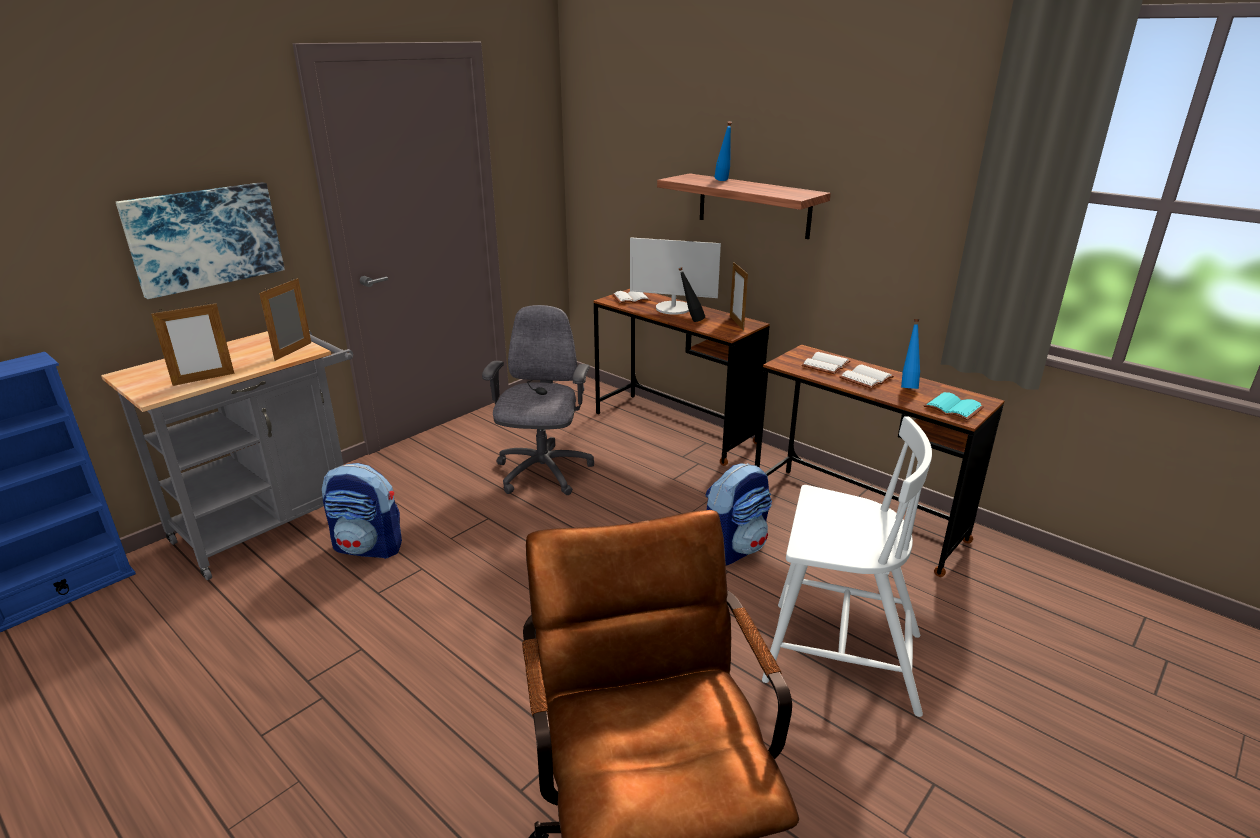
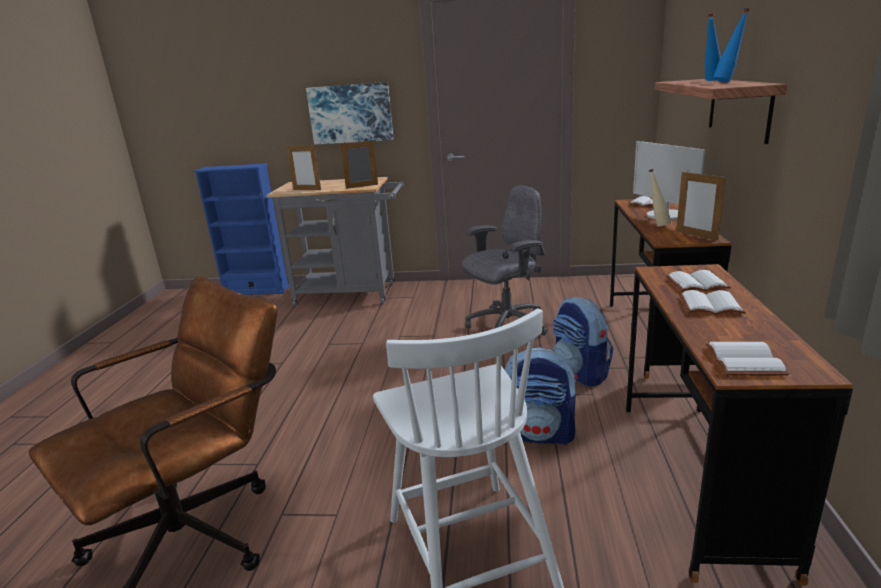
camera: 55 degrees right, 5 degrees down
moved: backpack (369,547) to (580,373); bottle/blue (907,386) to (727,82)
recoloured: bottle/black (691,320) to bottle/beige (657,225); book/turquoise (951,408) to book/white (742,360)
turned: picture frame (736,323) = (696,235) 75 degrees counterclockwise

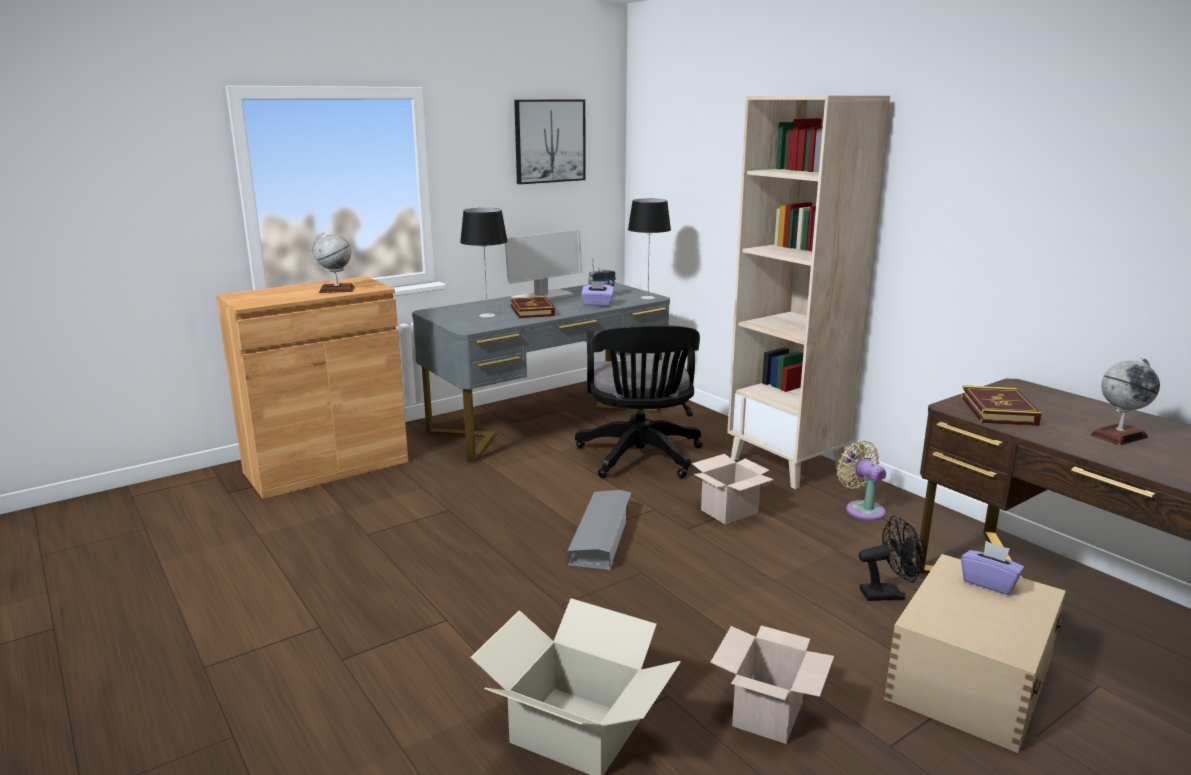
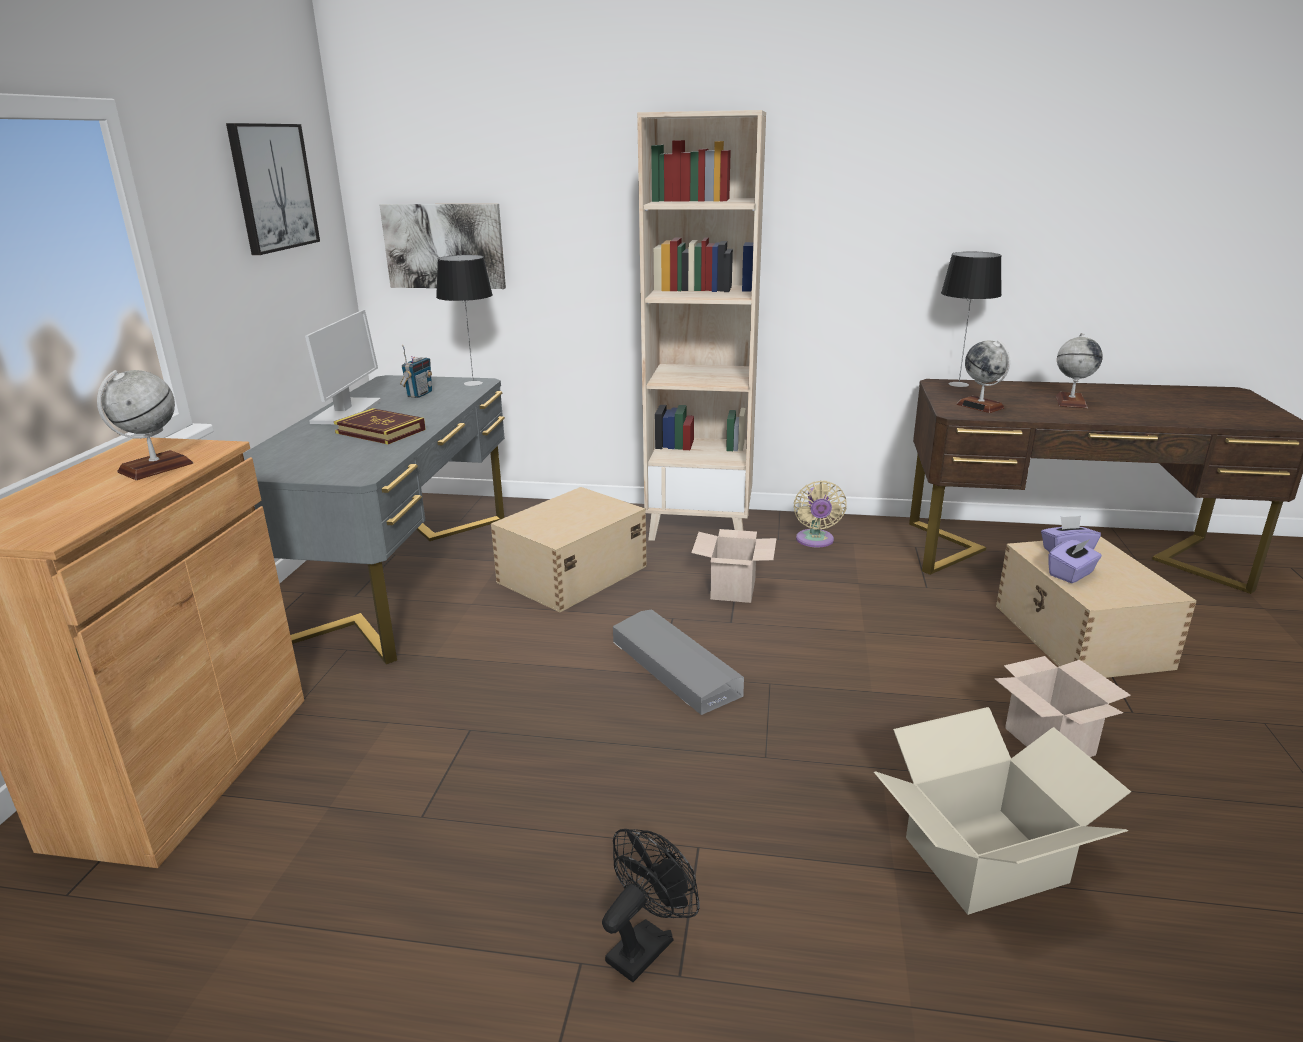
camera: 45 degrees left, 5 degrees up
added: picture (444,246)
moved: table lamp (487,315) to (958,384); tissue box/purple (597,304) to (1071,574); fan/black (888,594) to (646,944)
replaced: office chair/black (640,458) to storage box/beige (571,574); book (998,410) to globe (980,406)
turned: fan/beige (862,509) = (815,541) 105 degrees counterclockwise

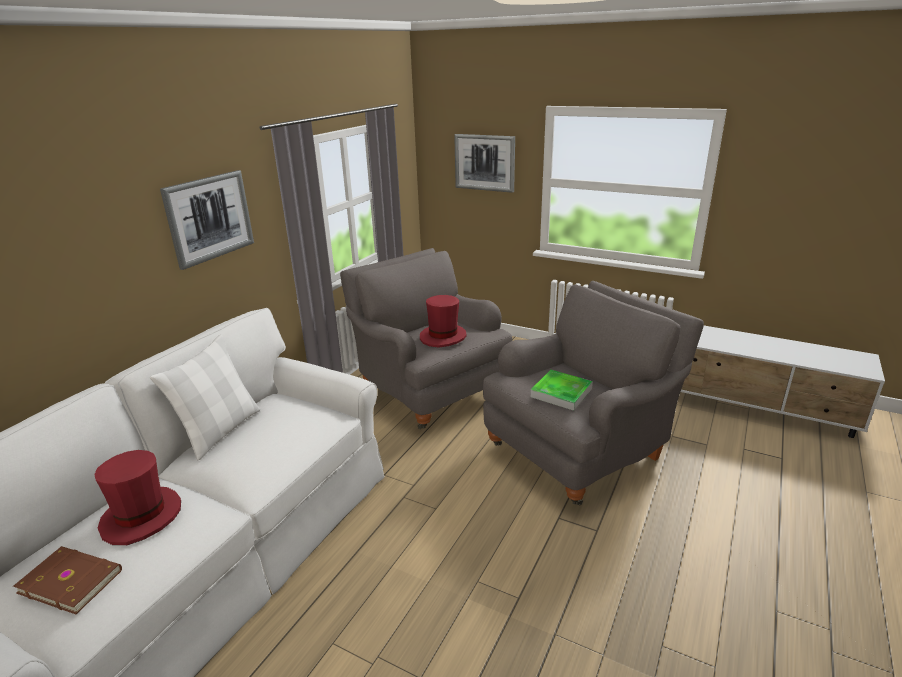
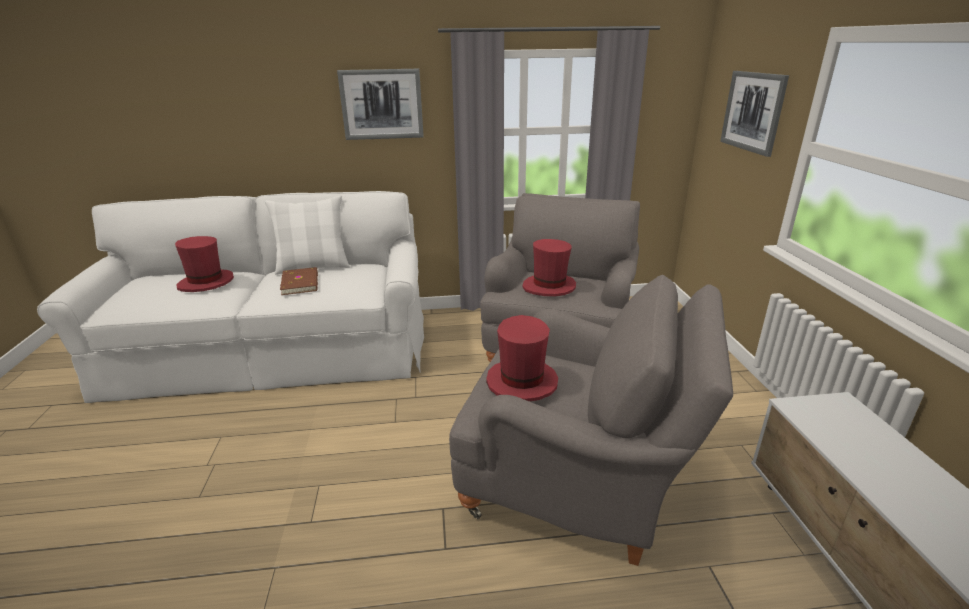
camera: 55 degrees right, 0 degrees up
moved: book/brown (71,580) to (301,283)
replaced: tray (561,393) to hat/red (521,382)

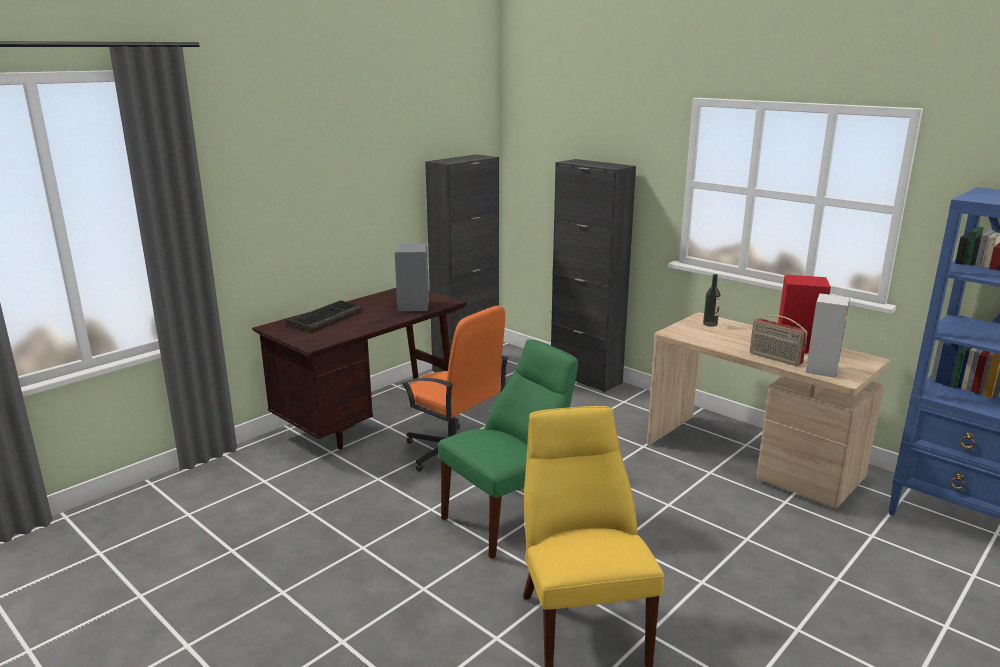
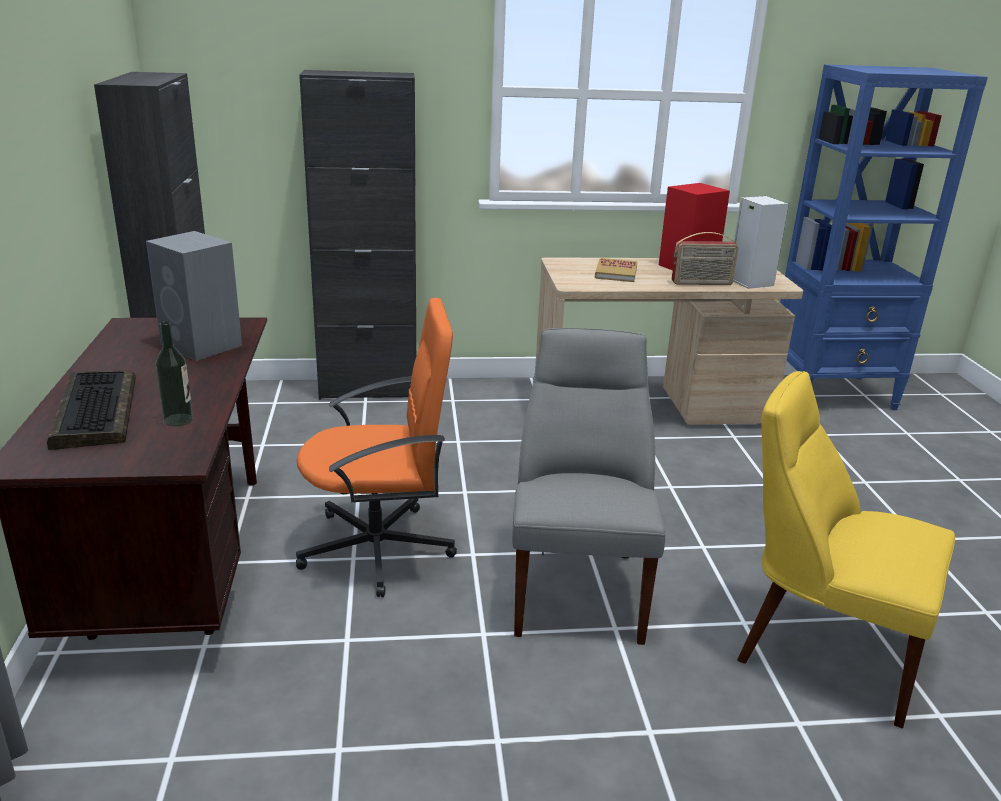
camera: 50 degrees left, 5 degrees up
added: book (616,272)
moved: bottle (710,324) to (178,420)
recoloured: chair/green (510,517) to chair/grey (577,587)

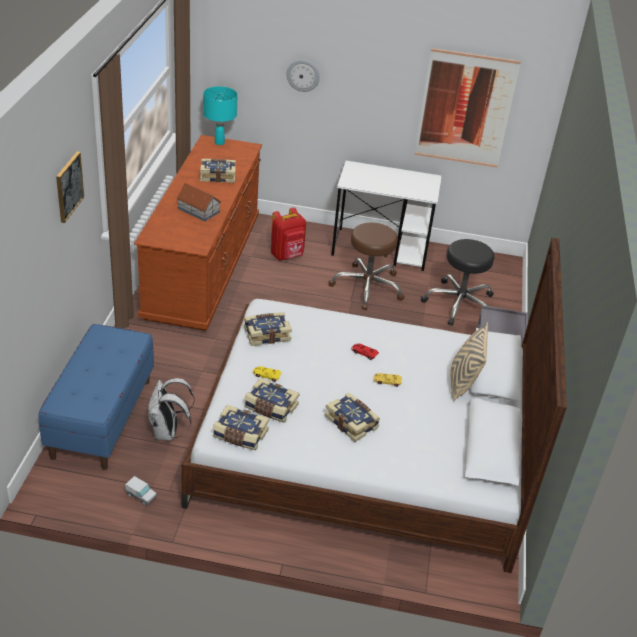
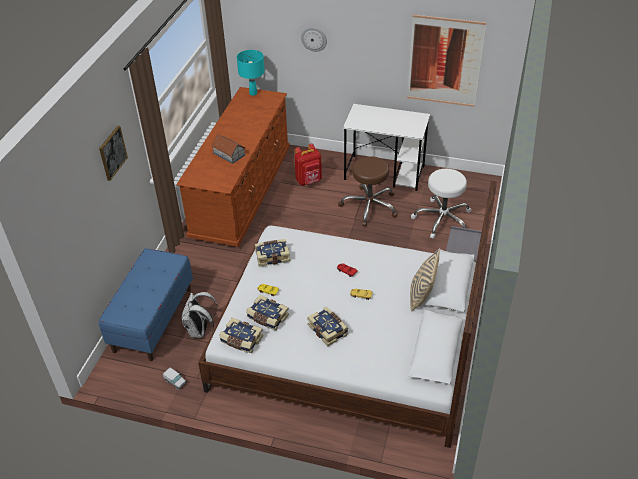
camera: 10 degrees right, 5 degrees up
removed: book (218,176)
recoloured: stool/black (459,304) to stool/white (442,220)

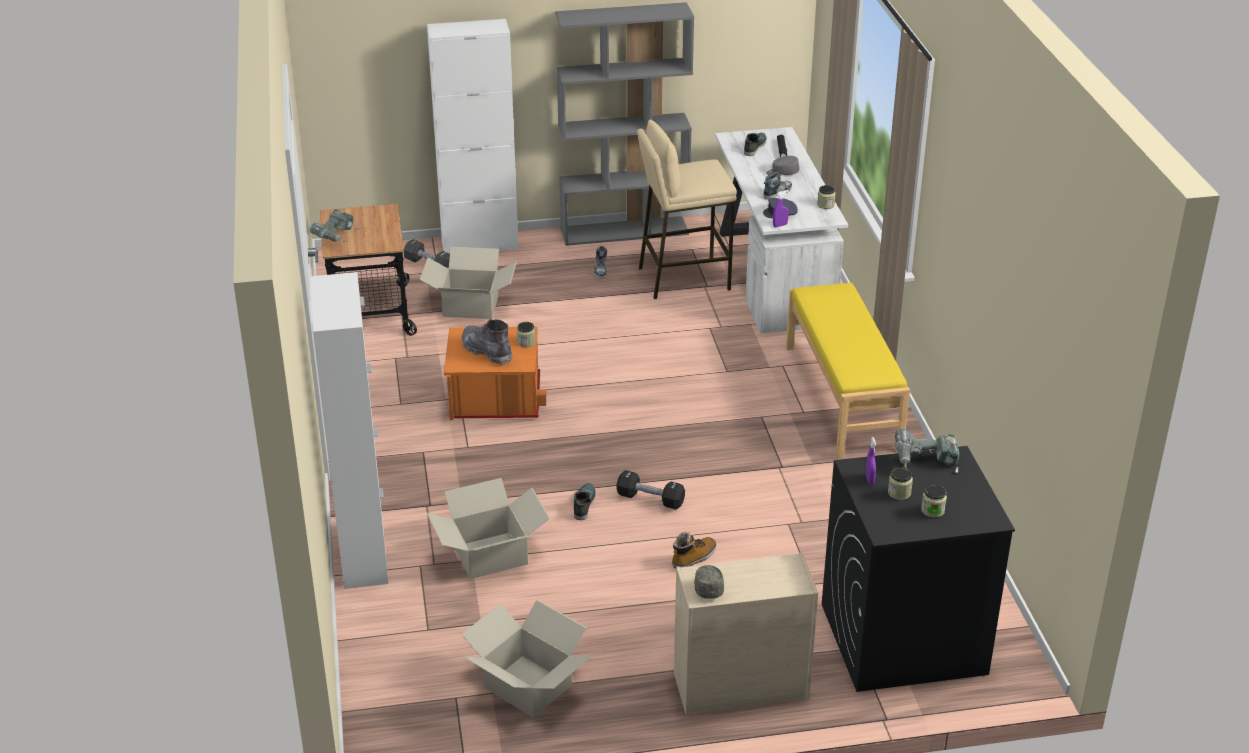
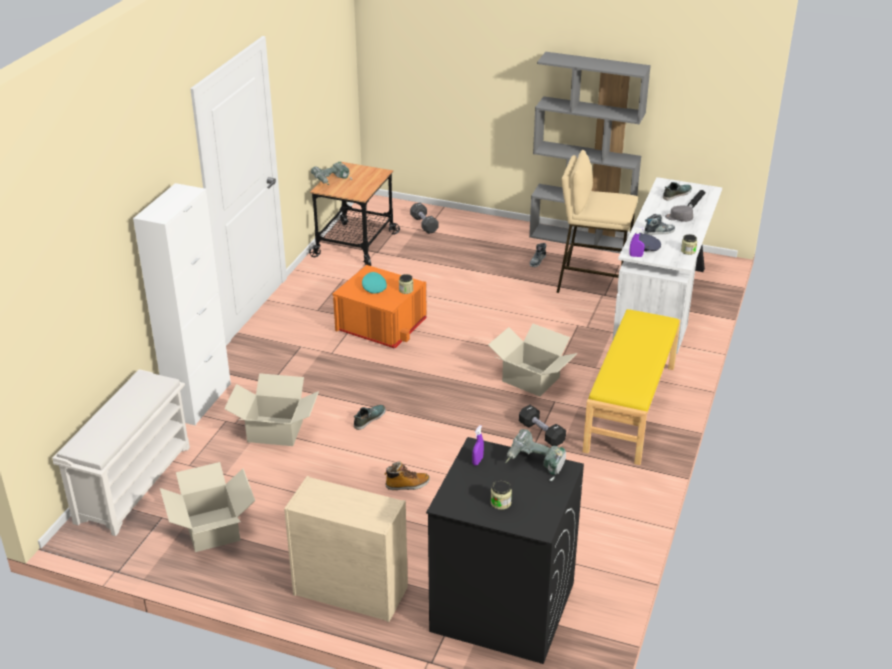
camera: 30 degrees right, 0 degrees up
removed: cabinet/white (480,245); cap/grey (708,587); jar (899,493)
added: shoe rack/white (133,483)
moved: cardboard box (470,306) to (531,379); dumbbell/black (650,499) to (541,433)
replaced: boot/grey (487,351) to cap/turquoise (374,288)

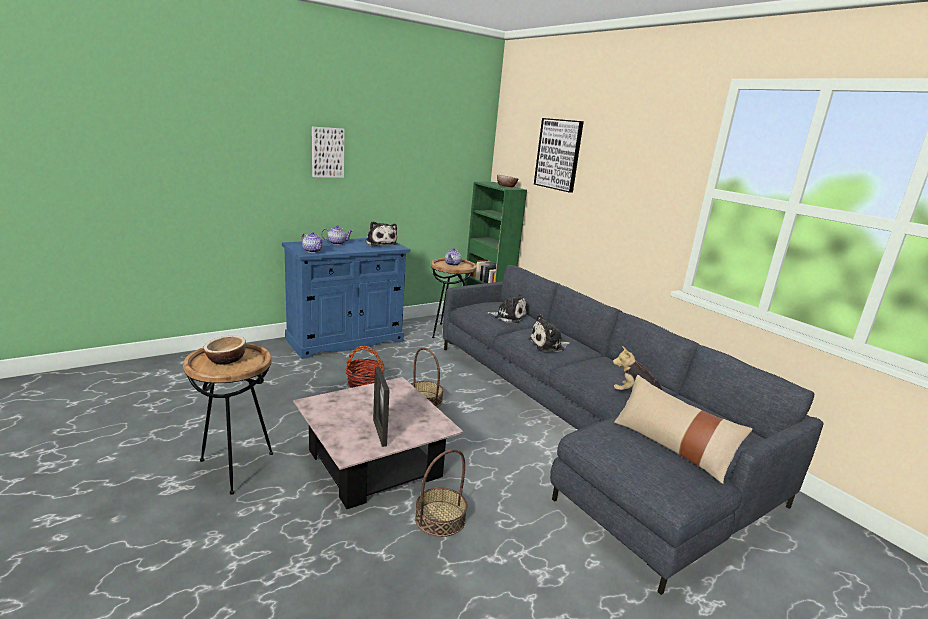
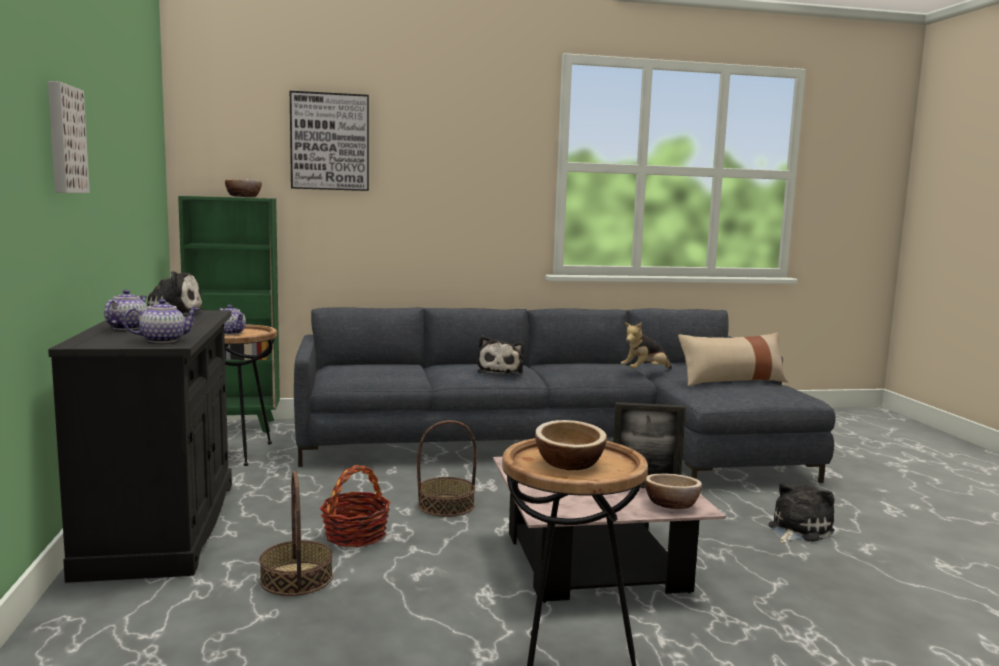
camera: 65 degrees left, 10 degrees down
added: bowl (671,504)
moved: basket (440,518) to (297,578); plush toy (508,317) to (797,530)
recoloured: cabinet/blue (345,340) to cabinet/black (161,527)

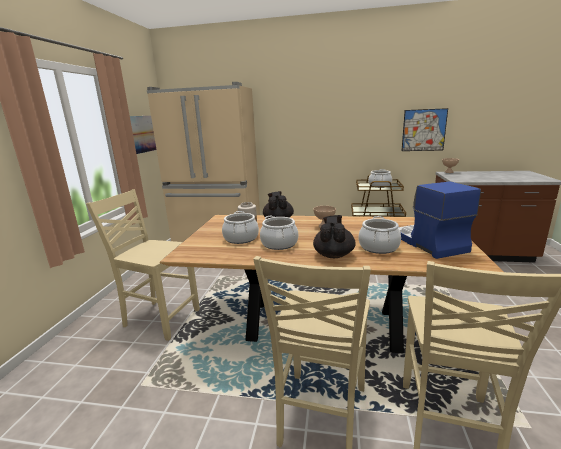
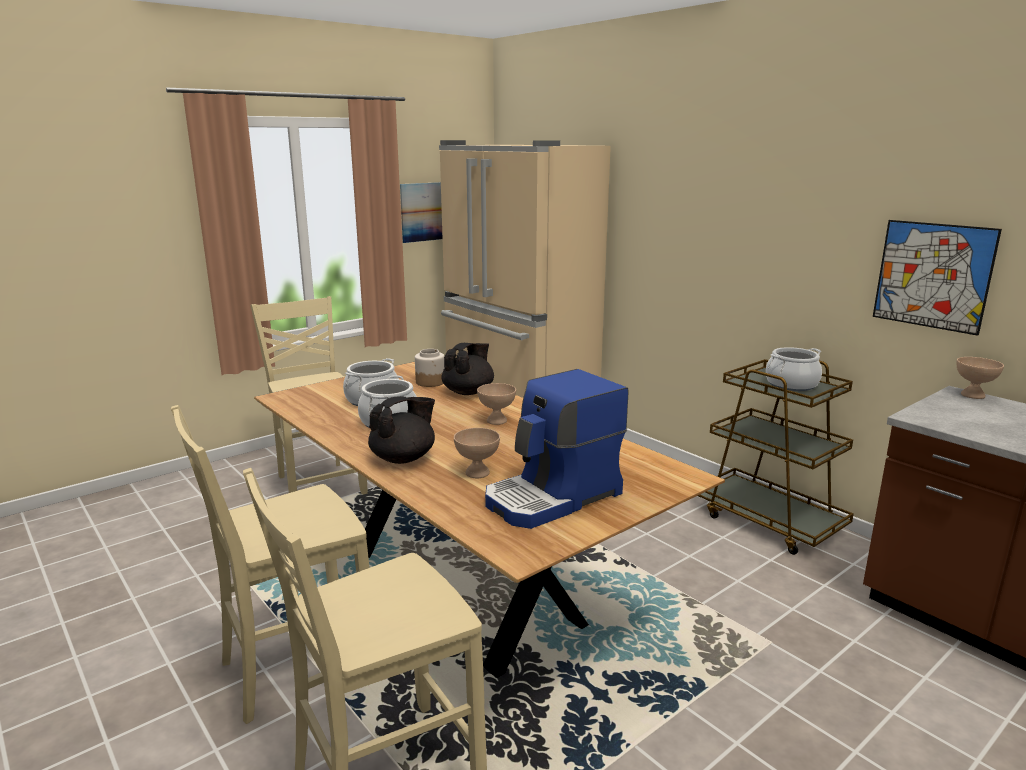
camera: 40 degrees right, 0 degrees up
replaced: cooking pot (379,247) to bowl/beige (477,473)
turned: coffee machine (428,243) = (554,498) 150 degrees counterclockwise

